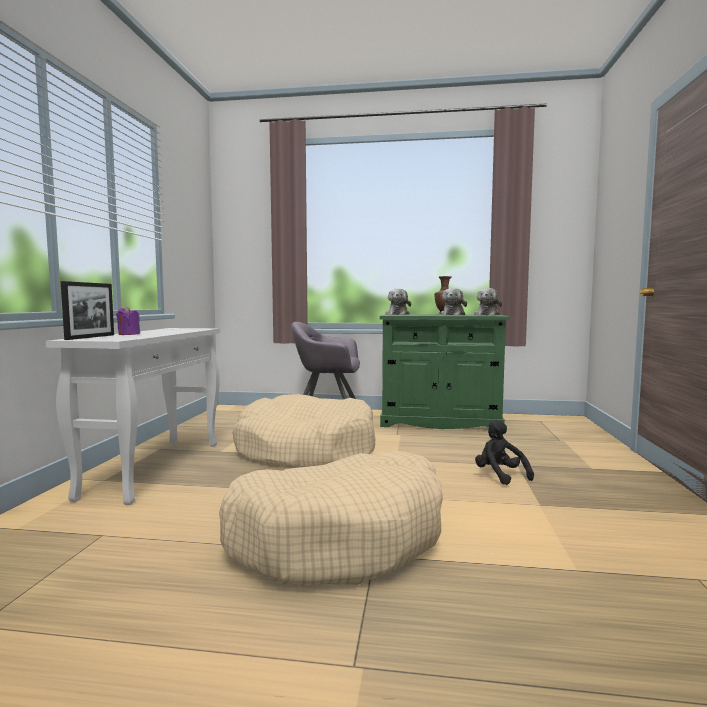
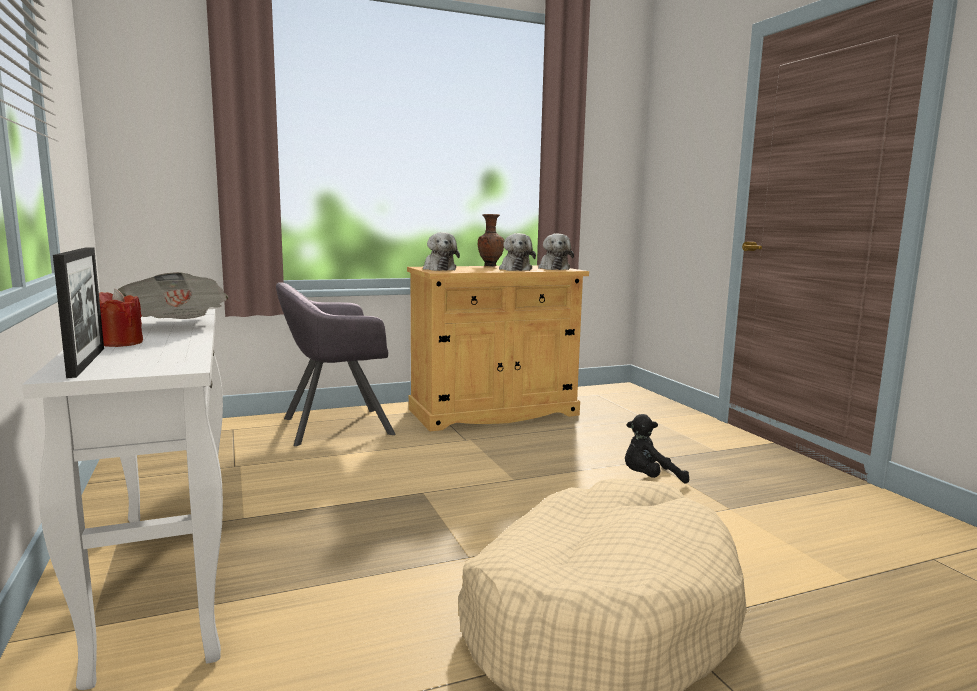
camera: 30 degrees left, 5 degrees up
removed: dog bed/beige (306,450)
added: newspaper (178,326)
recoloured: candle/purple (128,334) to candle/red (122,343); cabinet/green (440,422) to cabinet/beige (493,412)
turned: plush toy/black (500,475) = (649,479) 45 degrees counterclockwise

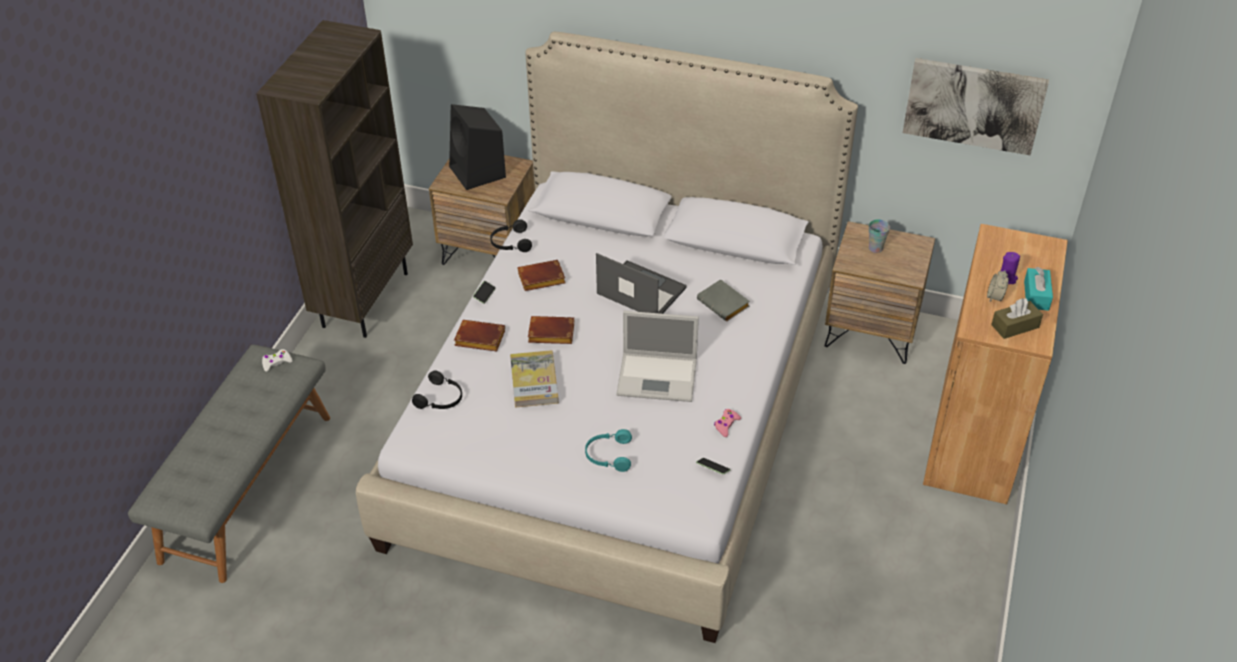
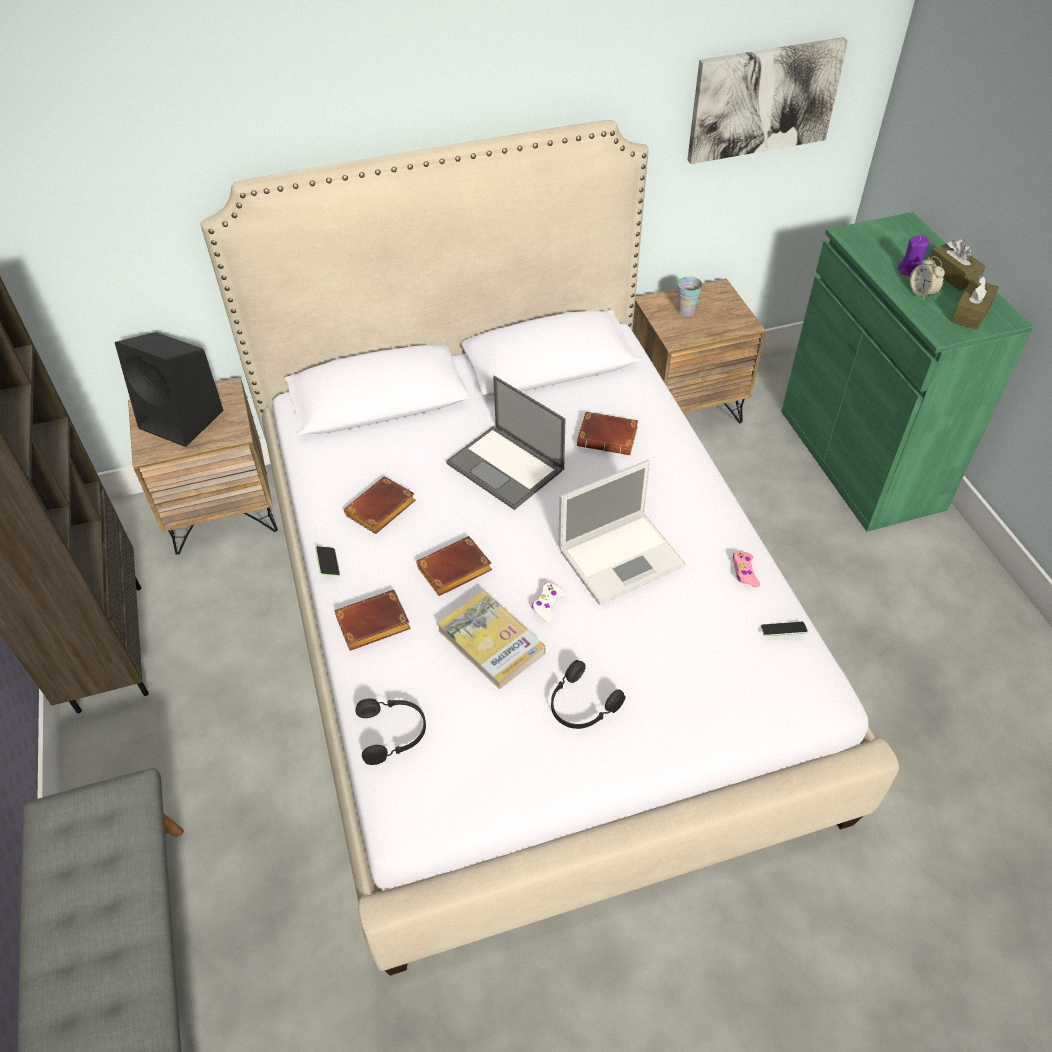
camera: 35 degrees left, 5 degrees up
removed: headphones/turquoise (608,455)
moved: game controller/white (276,362) to (548,605); headphones/black (510,243) to (581,705)
recoloured: book/grey (725,304) to book/brown (609,437); cabinet/brown (975,434) to cabinet/green (860,458); tissue box/turquoise (1036,295) to tissue box/brown (952,275)
turned: laptop (640,290) = (507,467) 135 degrees counterclockwise

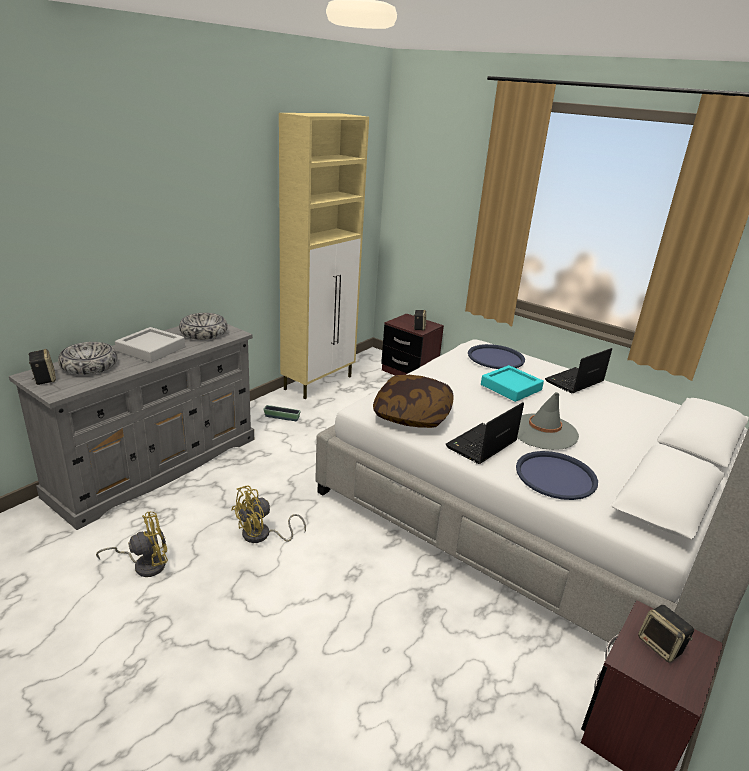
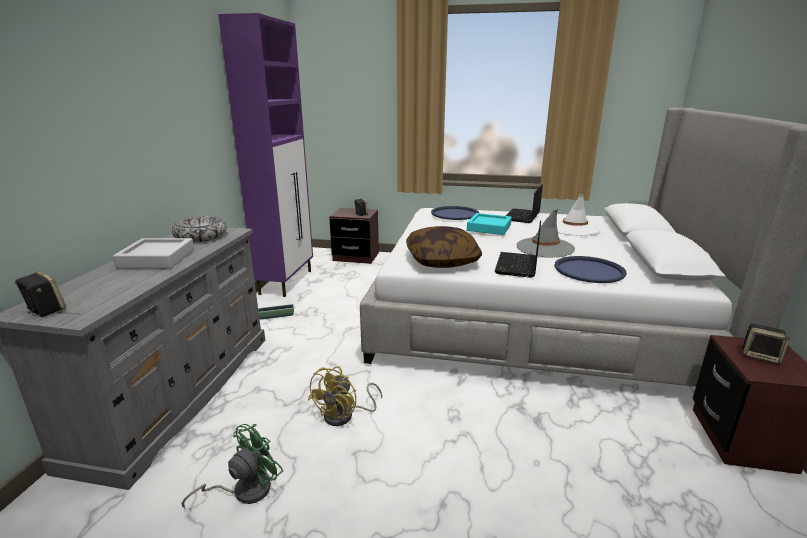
camera: 25 degrees left, 5 degrees down
removed: bowl (89,366)
added: hat/white (574,228)
recoloured: fan/yellow (144,564) to fan/green (244,491); cabinet/beige (319,382) to cabinet/purple (287,282)

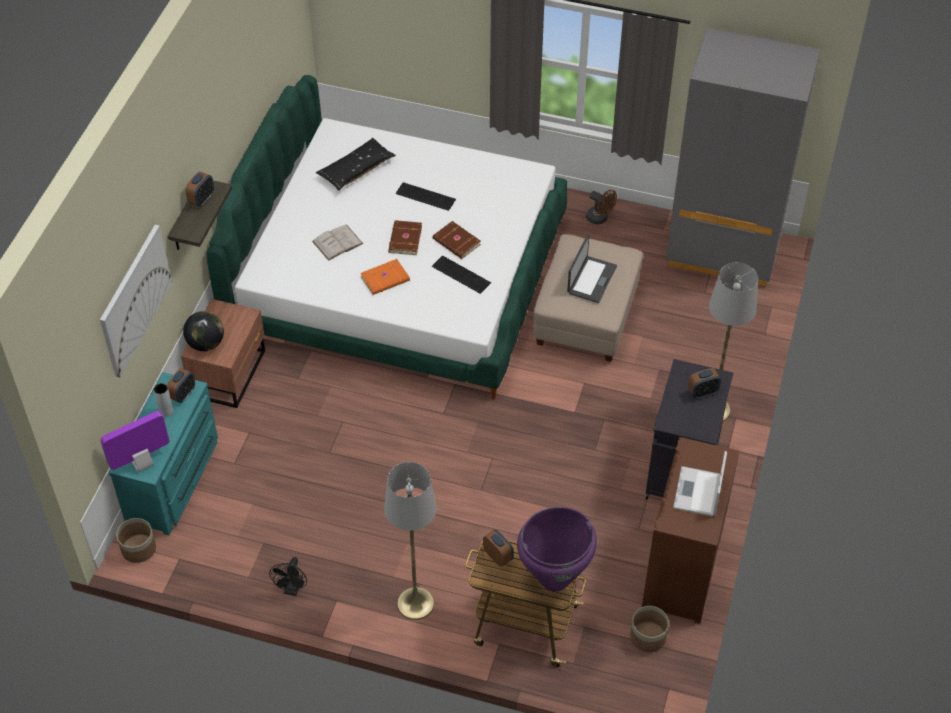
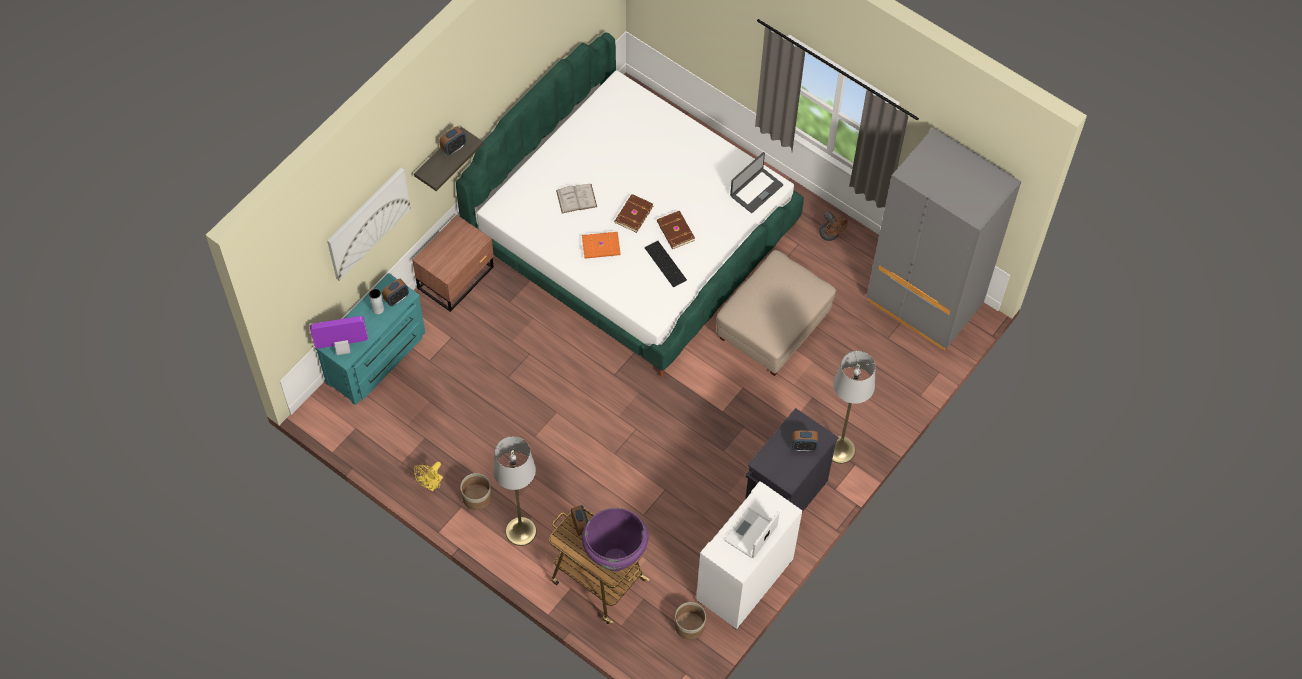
camera: 20 degrees right, 10 degrees up
removed: globe (206,344); pillow/black (356,170); keyboard (425,195)
moved: planter (138,548) to (476,497); laptop (591,279) to (756,190)
recoloured: fan/black (292,589) to fan/yellow (431,485); cabinet/brown (683,570) to cabinet/white (745,581)

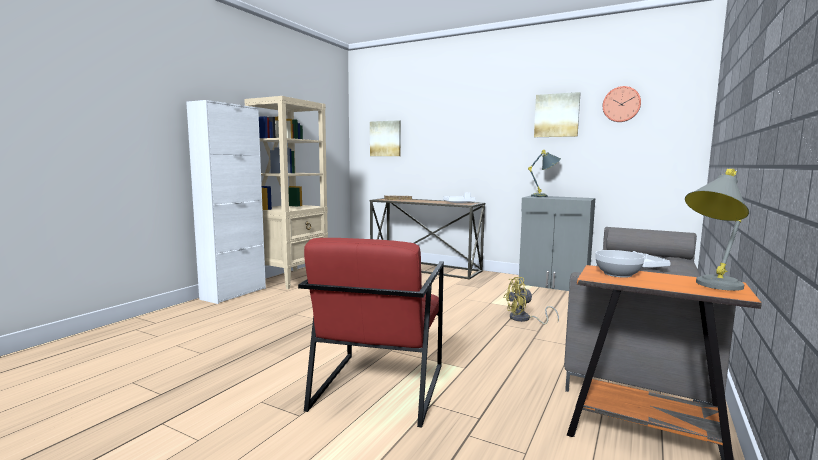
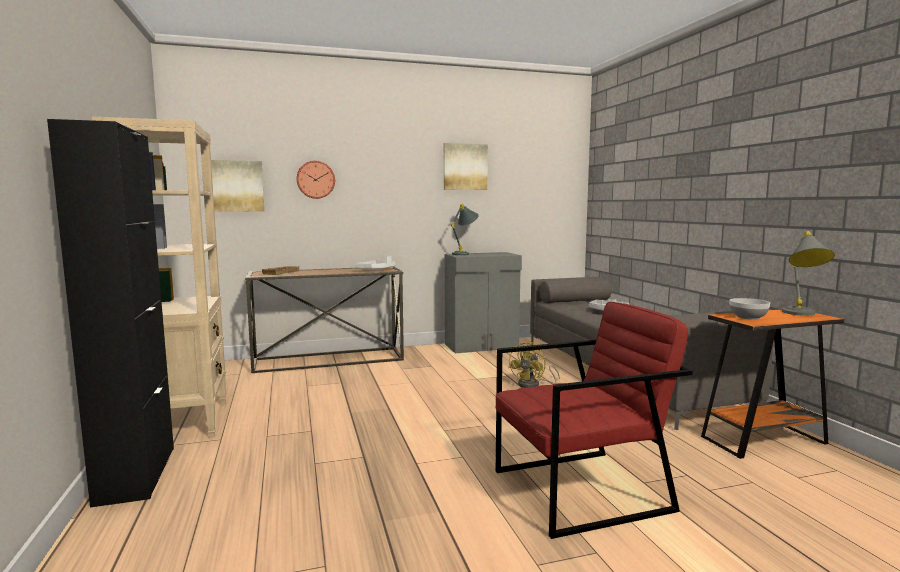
camera: 45 degrees left, 0 degrees up
moved: wall clock (621,104) to (315,179)
recoloured: cabinet/white (234,293) to cabinet/black (136,475)
turned: armchair/red (378,386) = (581,490) 75 degrees counterclockwise

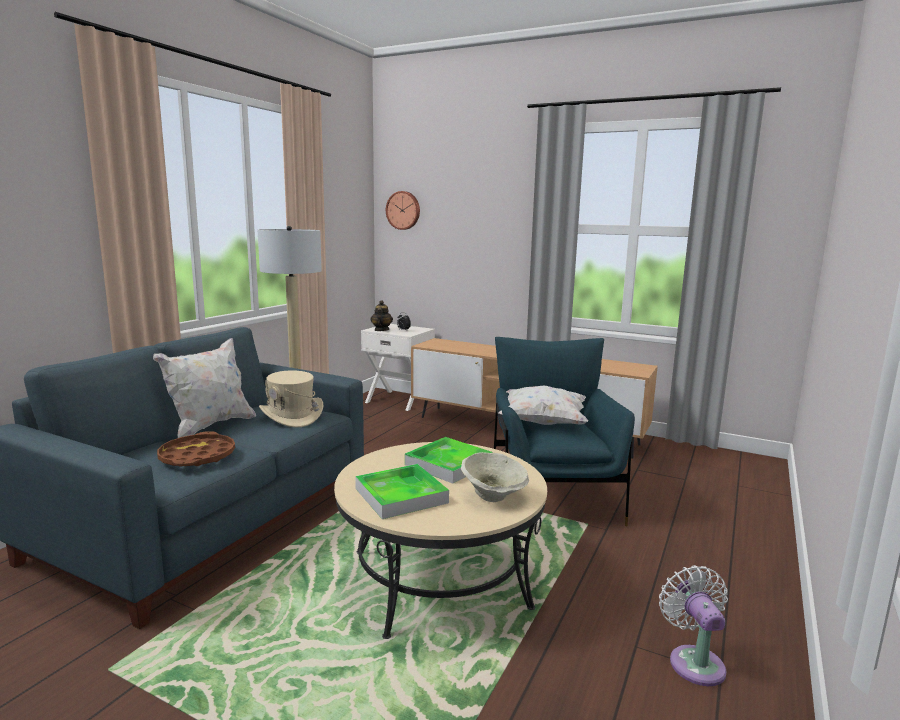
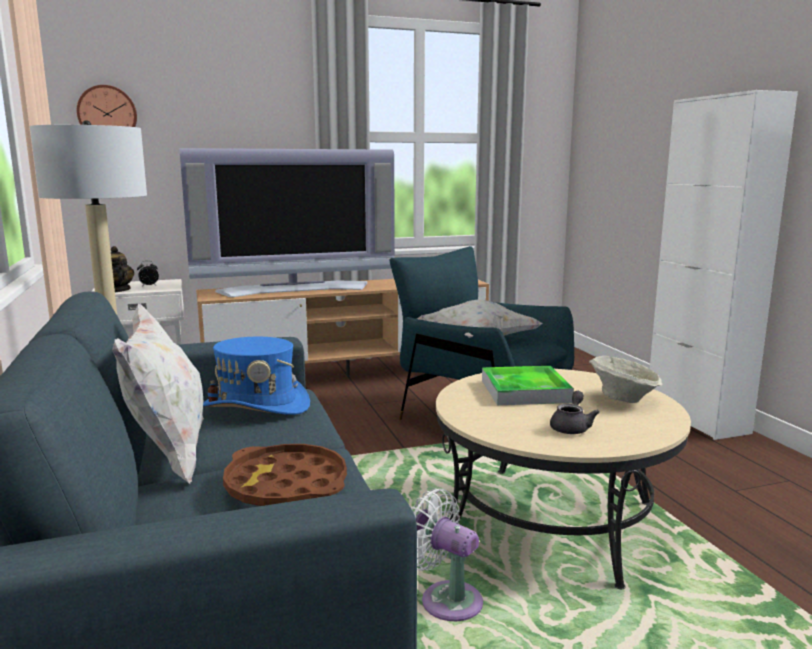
camera: 45 degrees left, 0 degrees up
added: television (295,289); cabinet/white (696,418)
moved: fan/white (694,661) to (446,599)
replaced: tray (401,495) to teapot/grey (571,427)
recoloured: hat/beige (292,416) to hat/blue (257,406)

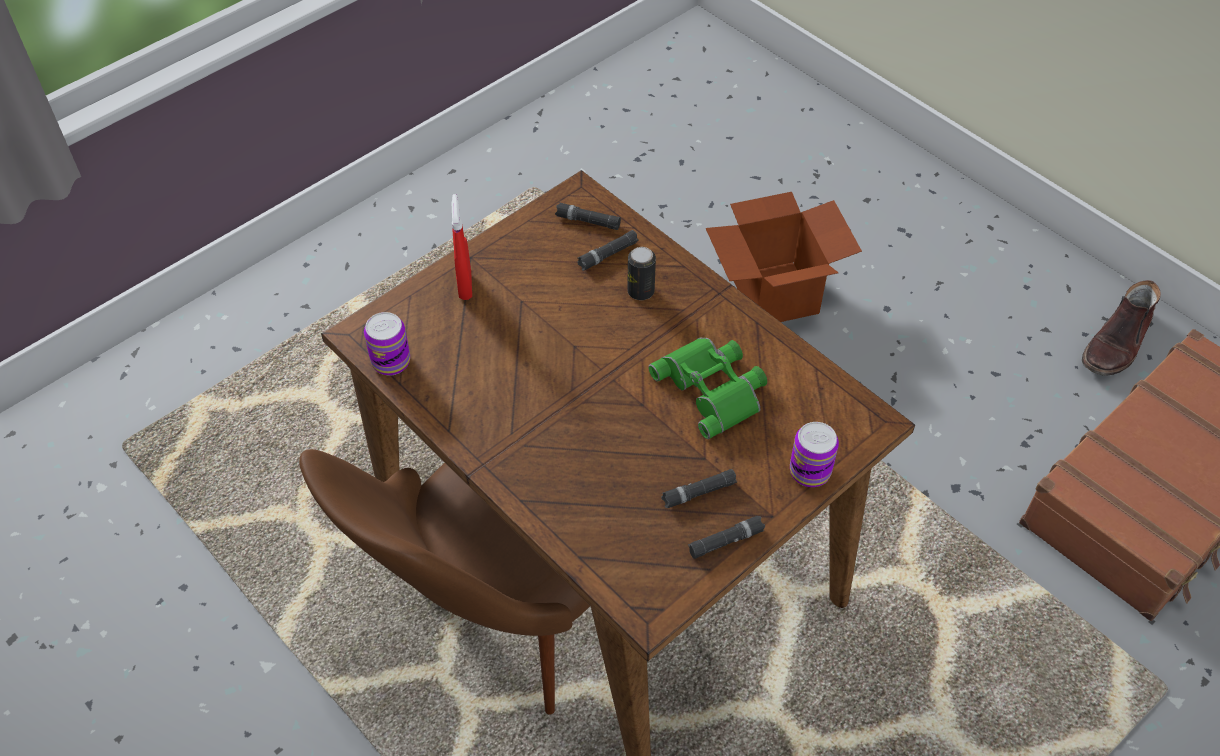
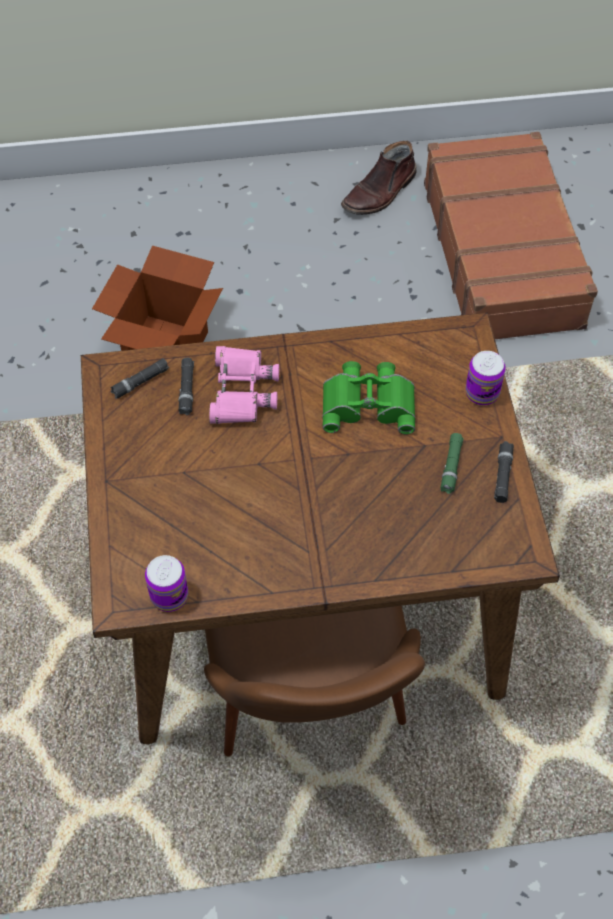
camera: 55 degrees left, 5 degrees up
removed: spray bottle/red (465,286)
replaced: can (640,291) to binoculars/pink (241,391)
recoloured: flashlight/black (698,492) to flashlight/green (451,466)
turned: boot/brown (1117,344) = (380,193) 60 degrees clockwise

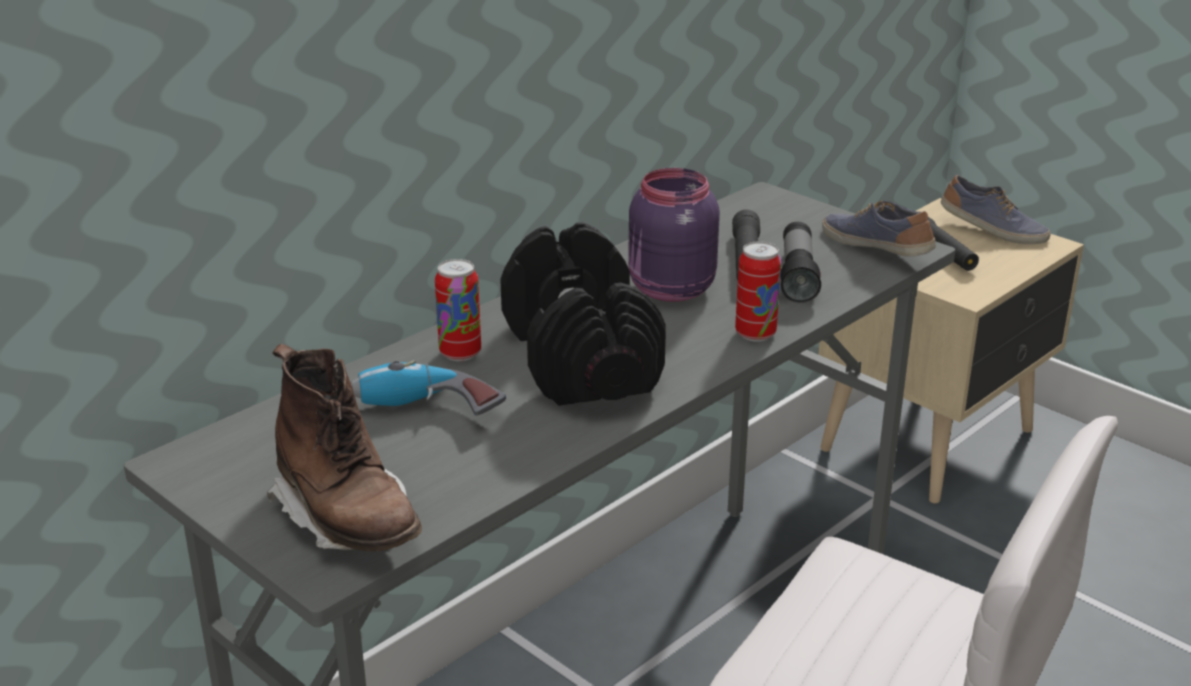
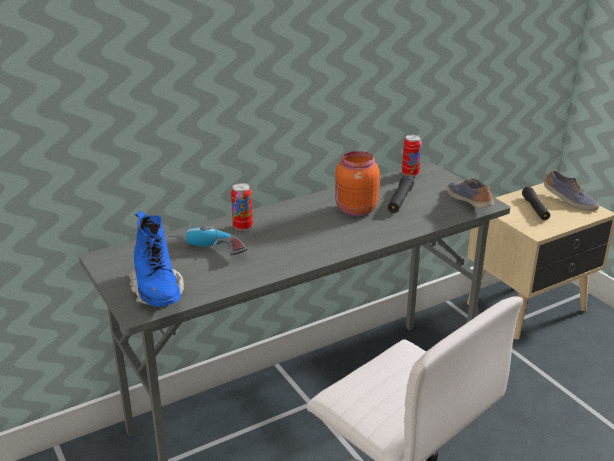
camera: 15 degrees right, 0 degrees up
removed: dumbbell/black (579,358); flashlight (797,276)
moved: can (755,334) to (410,174)
recoloured: boot/brown (347,520) to boot/blue (157,292); jar/purple (669,290) to jar/orange (355,210)

